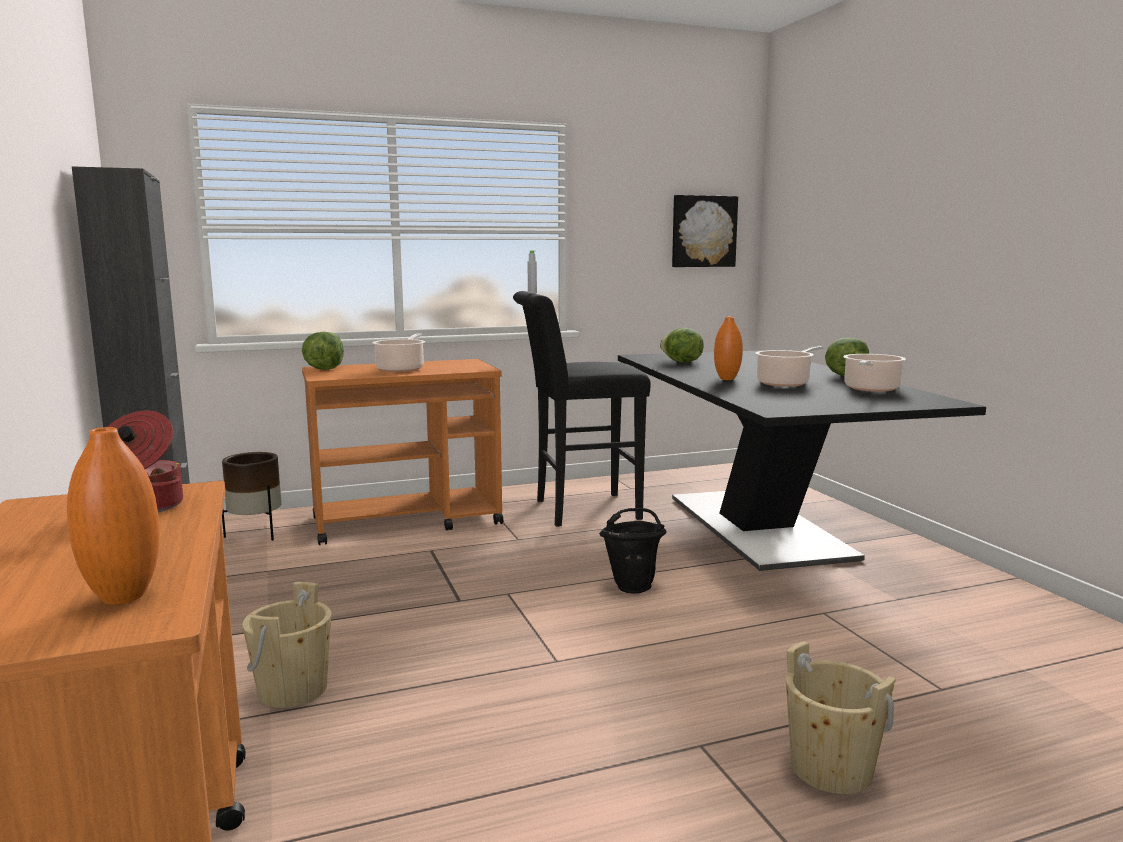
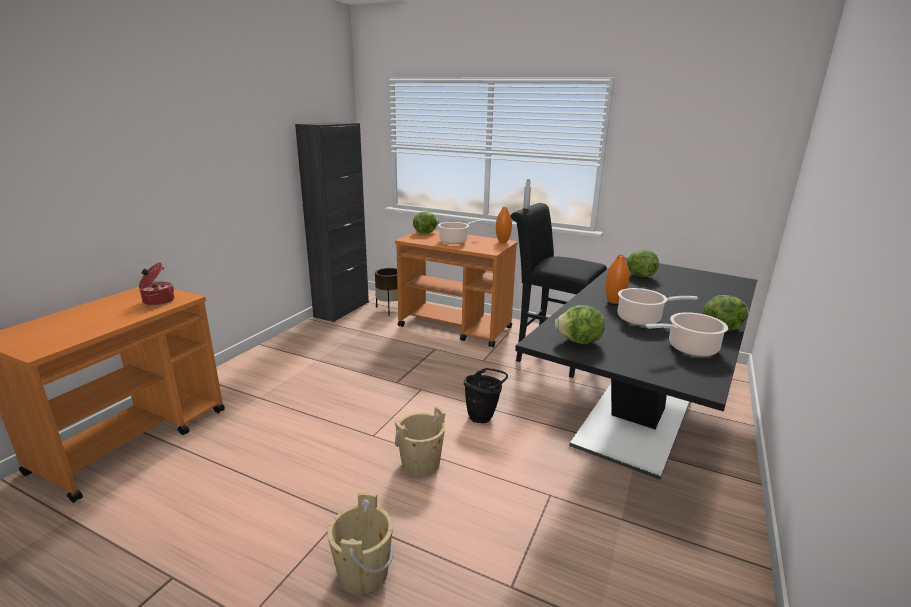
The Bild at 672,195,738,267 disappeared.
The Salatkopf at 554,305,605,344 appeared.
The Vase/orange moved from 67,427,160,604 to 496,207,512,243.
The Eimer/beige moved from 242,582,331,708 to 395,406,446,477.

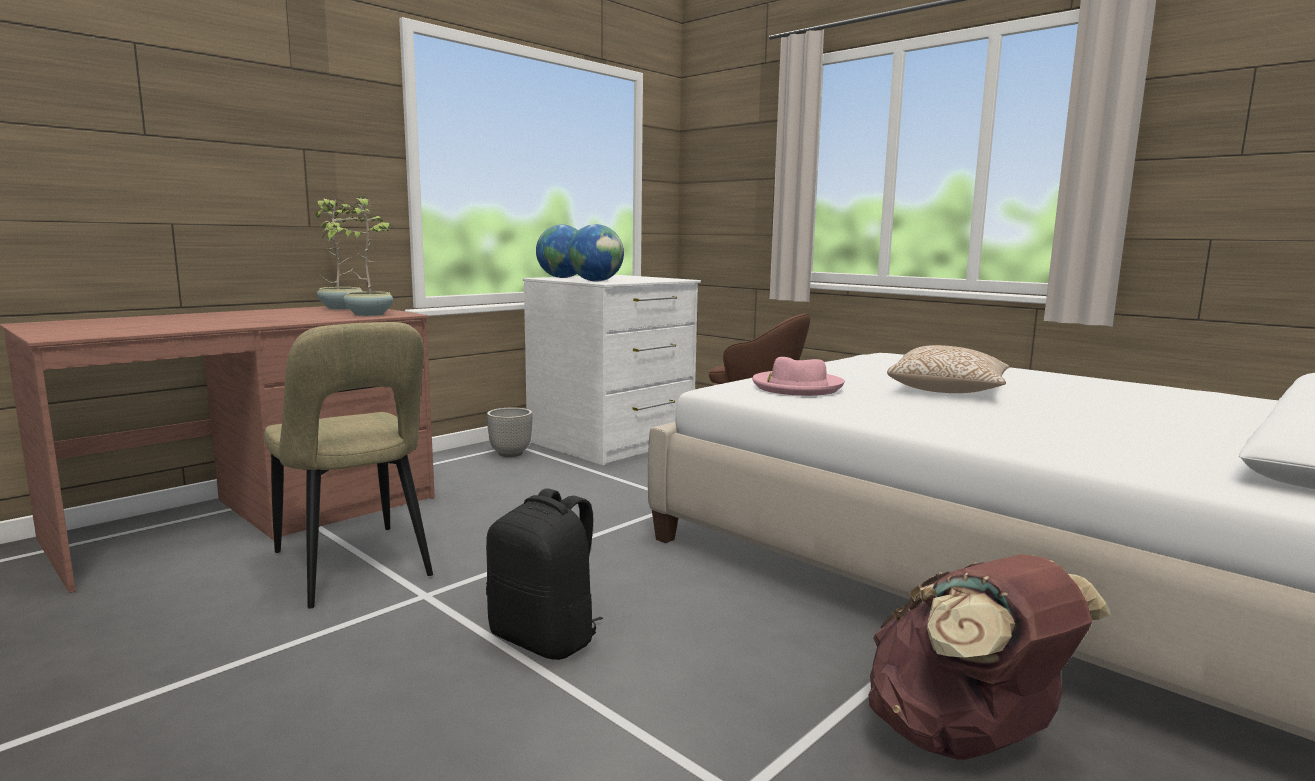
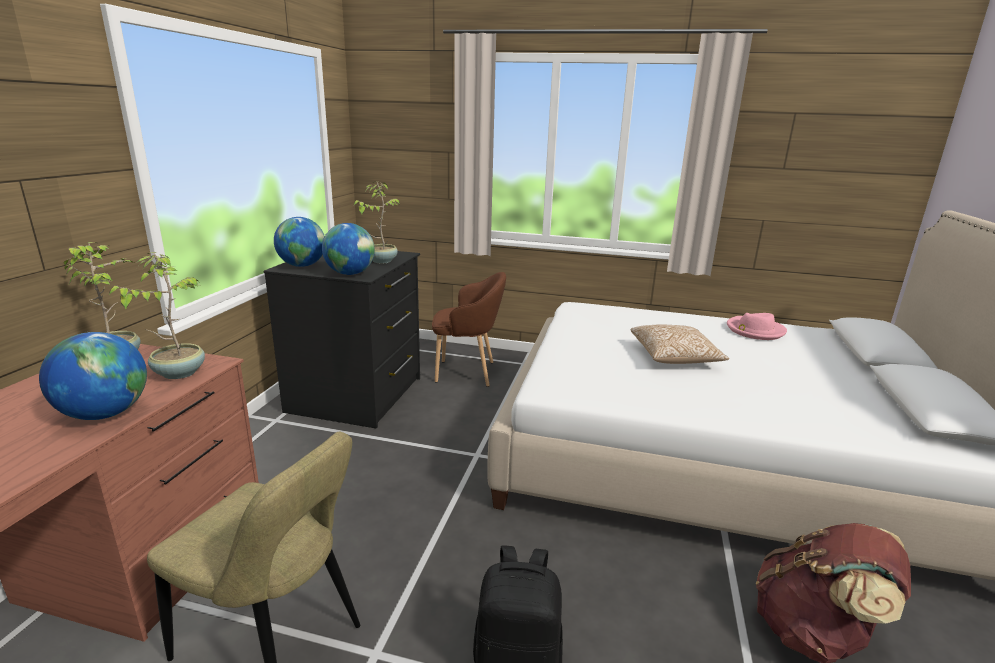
The Pflanzkübel at 487,408,533,457 disappeared.
The Globus at 39,332,147,420 appeared.
The Topfpflanze at 354,182,400,263 appeared.
The Hut/rosa moved from 752,357,845,396 to 727,313,787,340.
The Kommode/weiß at 523,275,701,466 became the Kommode/schwarz at 264,251,420,429.

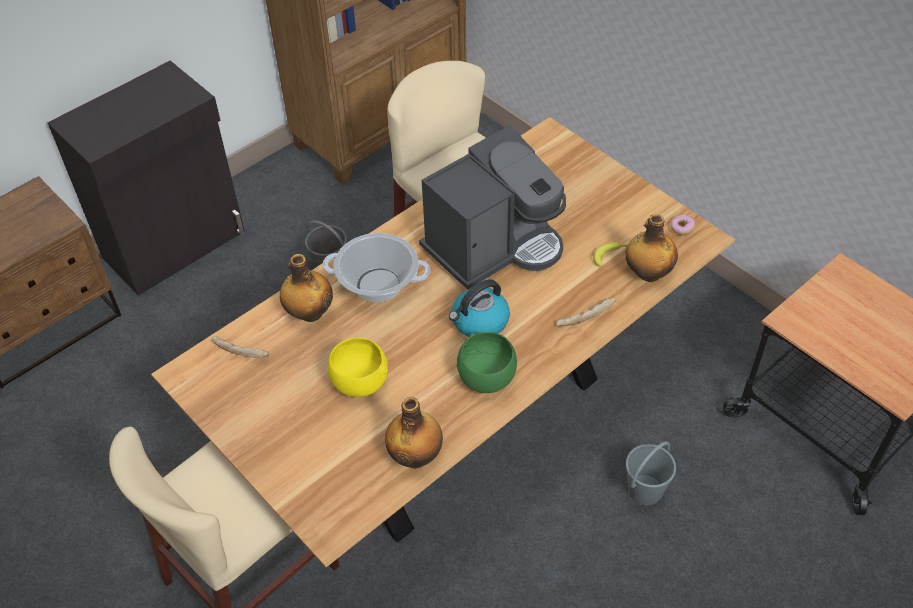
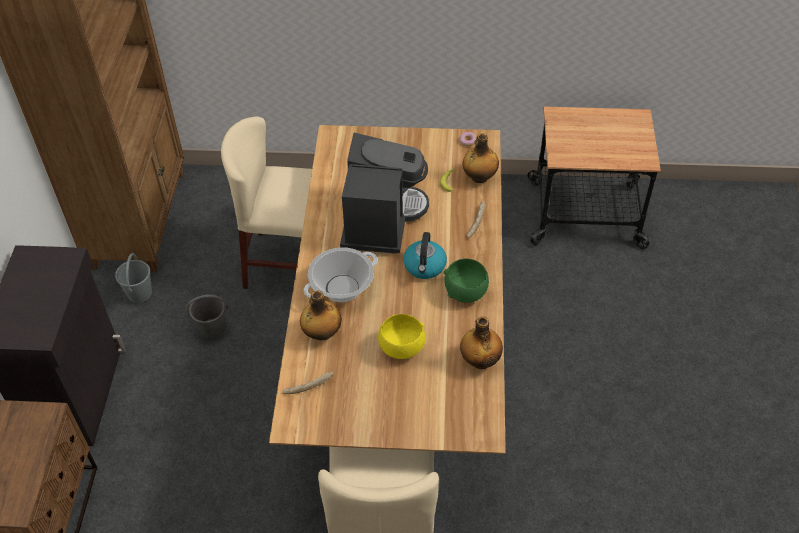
The Eimer/grau moved from 626,441,676,505 to 115,253,152,303.

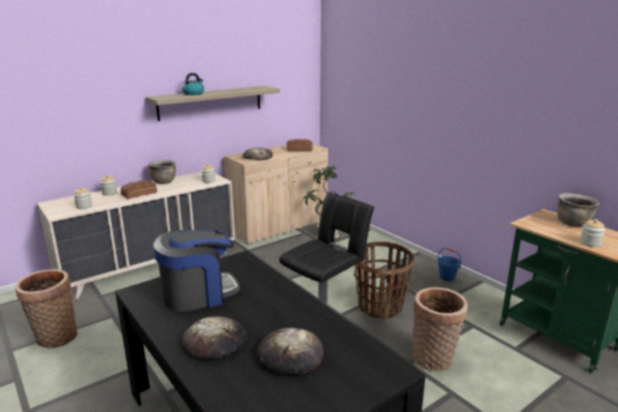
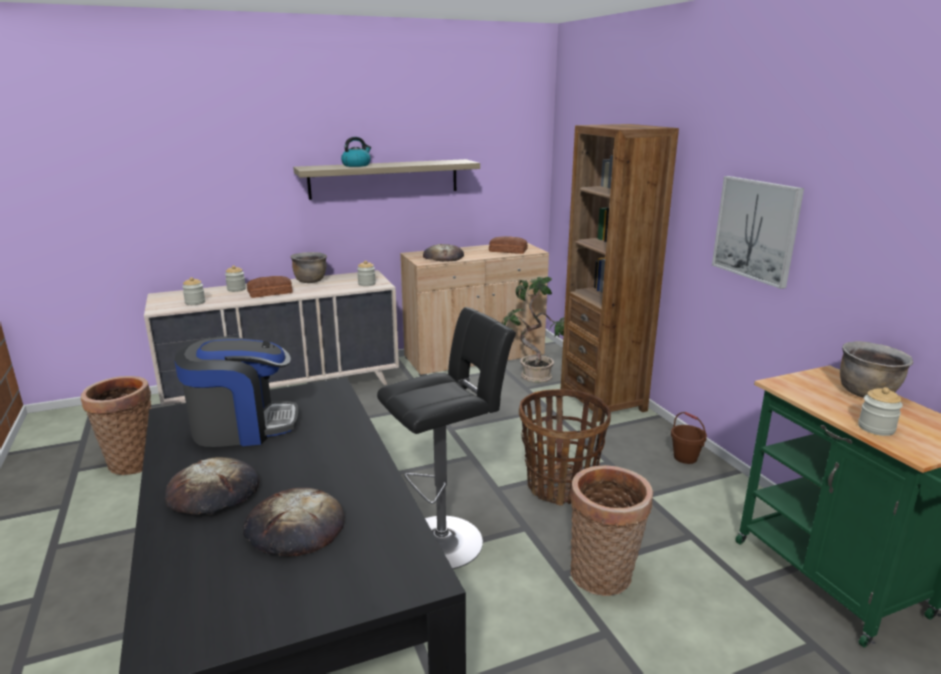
The Bücherregal/braun at 561,124,679,422 appeared.
The Bild at 712,176,804,289 appeared.
The Eimer/blau at 438,248,461,281 became the Eimer/braun at 671,412,707,464.

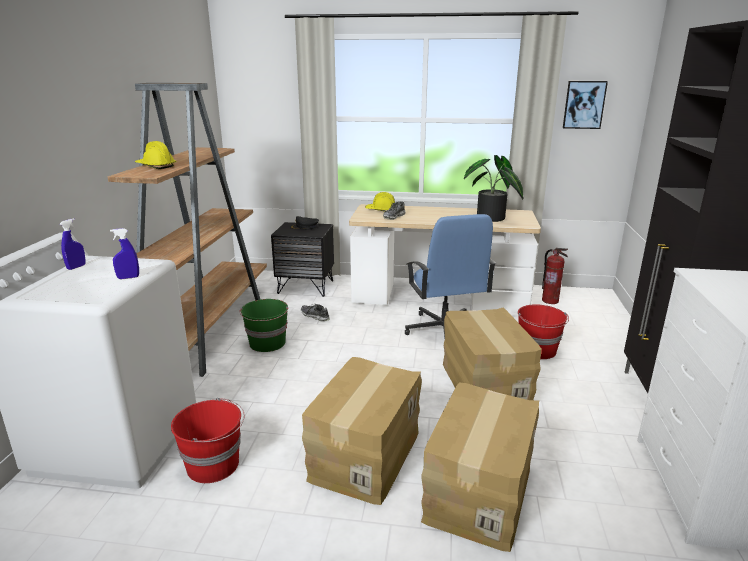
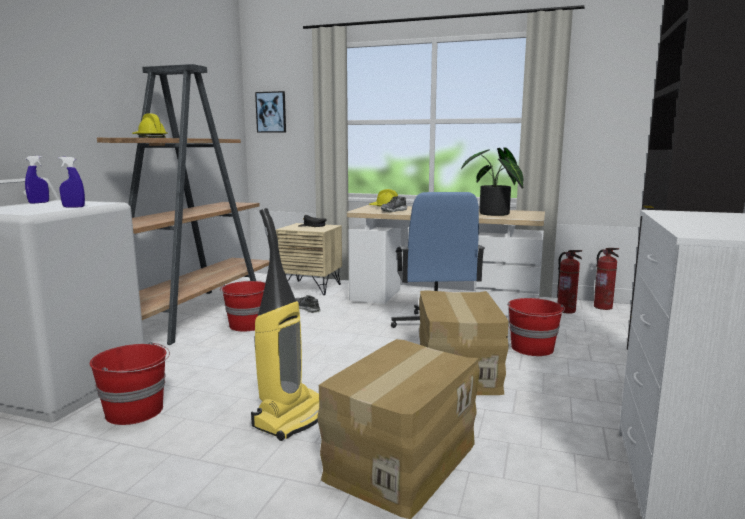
The Feuerlöscher at 594,248,619,310 appeared.
The Bild moved from 563,81,608,129 to 255,91,286,133.
The Karton at 302,357,422,505 was replaced by the Staubsauger at 251,208,319,441.
The Eimer/grün at 239,299,288,352 became the Eimer/rot at 220,281,265,332.
The Nachttisch/schwarz at 271,222,334,297 became the Nachttisch/beige at 276,223,342,295.

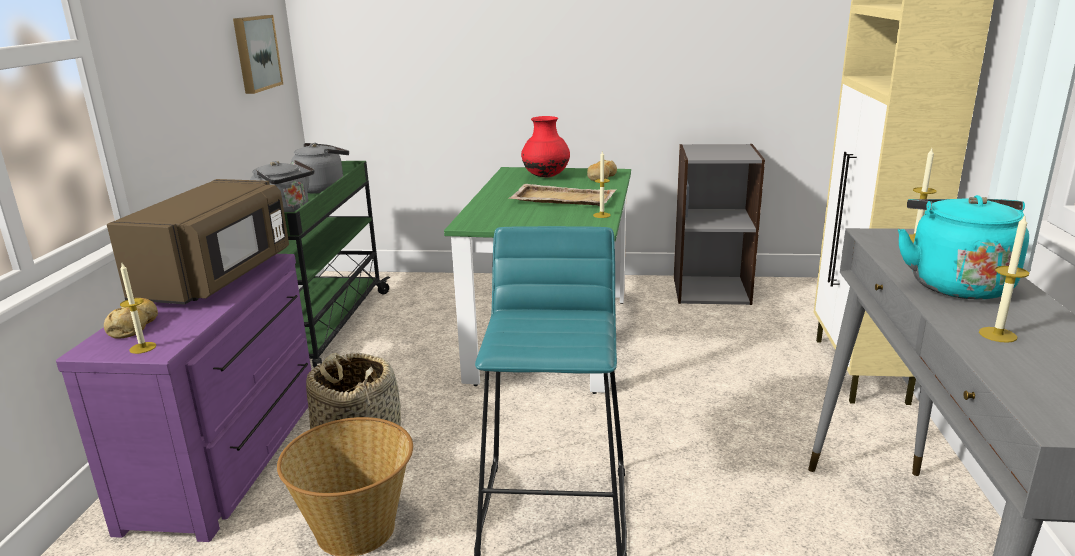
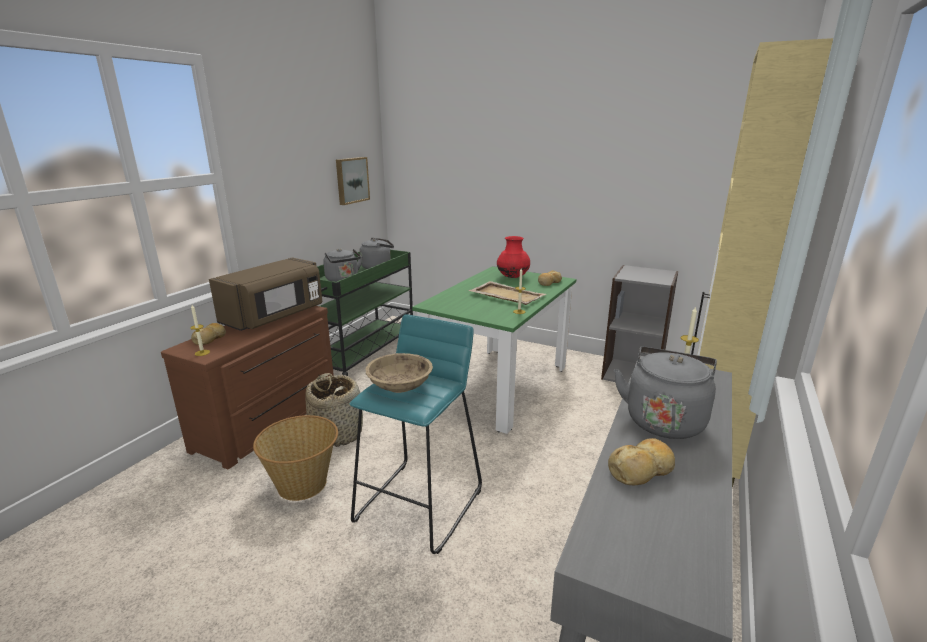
The Schüssel/beige at 366,353,433,393 appeared.
The Kerze at 979,215,1029,343 was replaced by the Brot at 608,438,675,486.
The Kommode/lila at 56,254,311,542 became the Kommode/braun at 161,306,334,469.
The Wasserkessel/türkis at 898,195,1029,300 became the Wasserkessel/grau at 614,346,717,439.

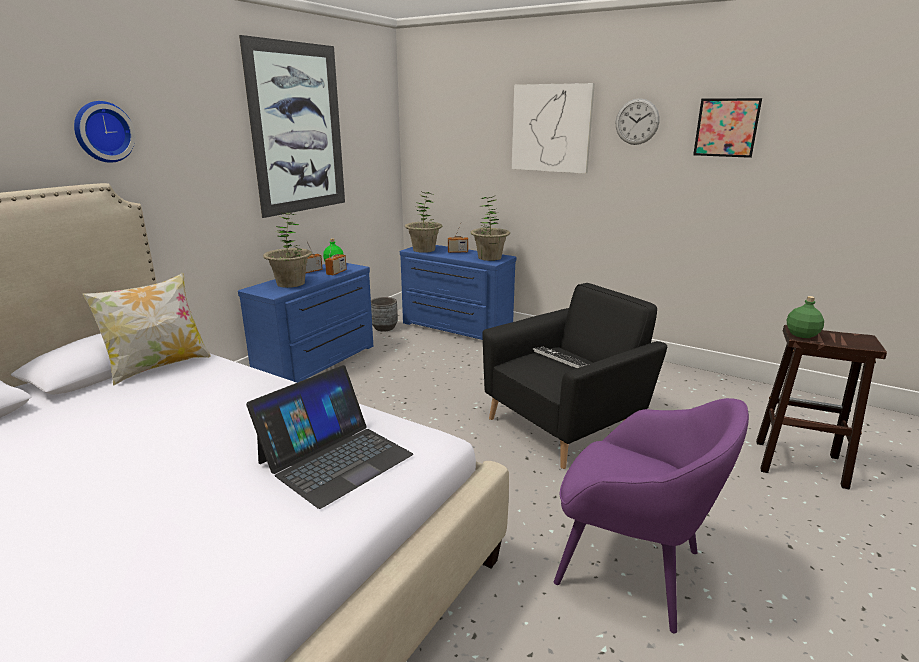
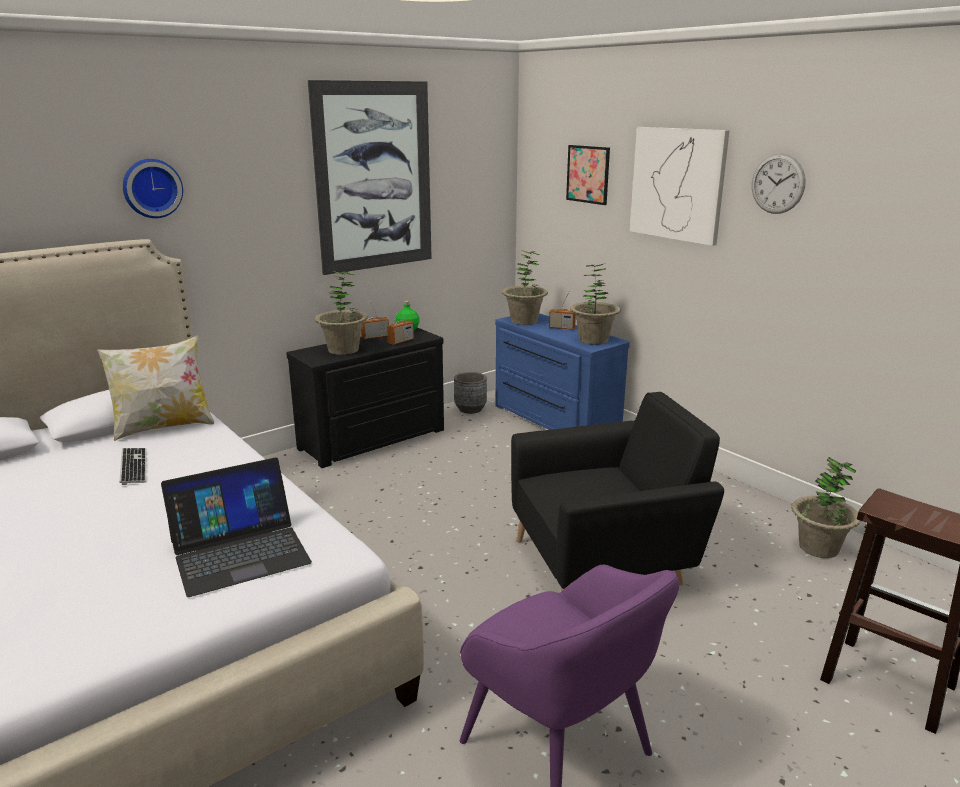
The Flasche/grün at 787,296,824,338 disappeared.
The Topfpflanze at 791,457,861,558 appeared.
The Tastatur moved from 533,347,588,368 to 119,448,146,485.
The Bild moved from 693,98,762,158 to 566,145,610,205.
The Kommode/blau at 238,263,373,383 became the Kommode/schwarz at 286,327,444,468.

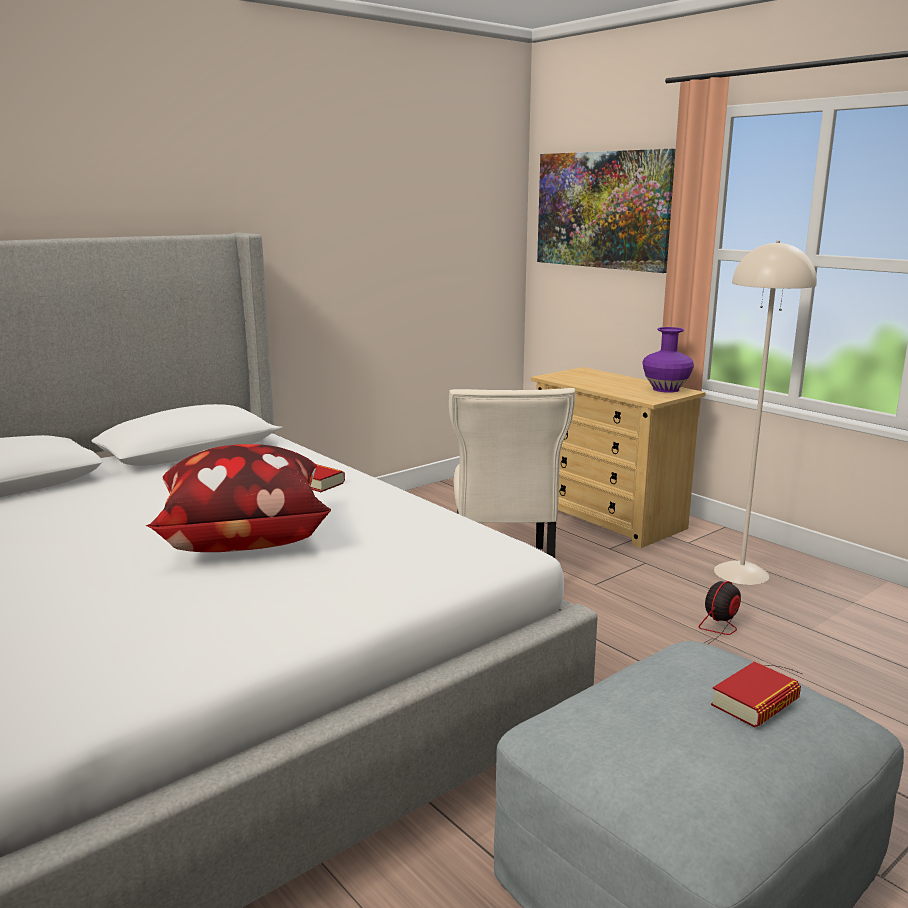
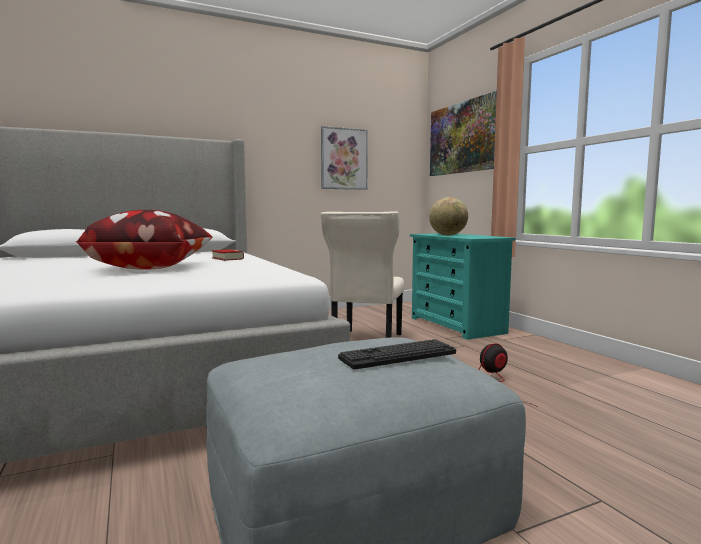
The Vase/lila at 642,327,694,393 disappeared.
The Stehlampe/beige at 714,241,817,585 disappeared.
The Bild at 321,126,368,190 appeared.
The Globus at 429,197,468,236 appeared.
The Buch at 711,661,801,728 was replaced by the Tastatur at 338,339,456,369.
The Kommode/beige at 531,367,706,548 became the Kommode/türkis at 410,233,516,340.

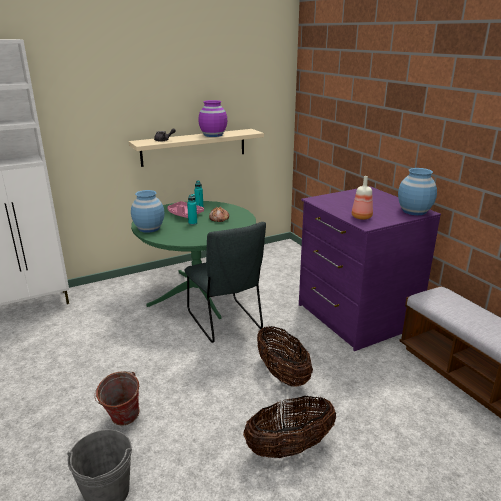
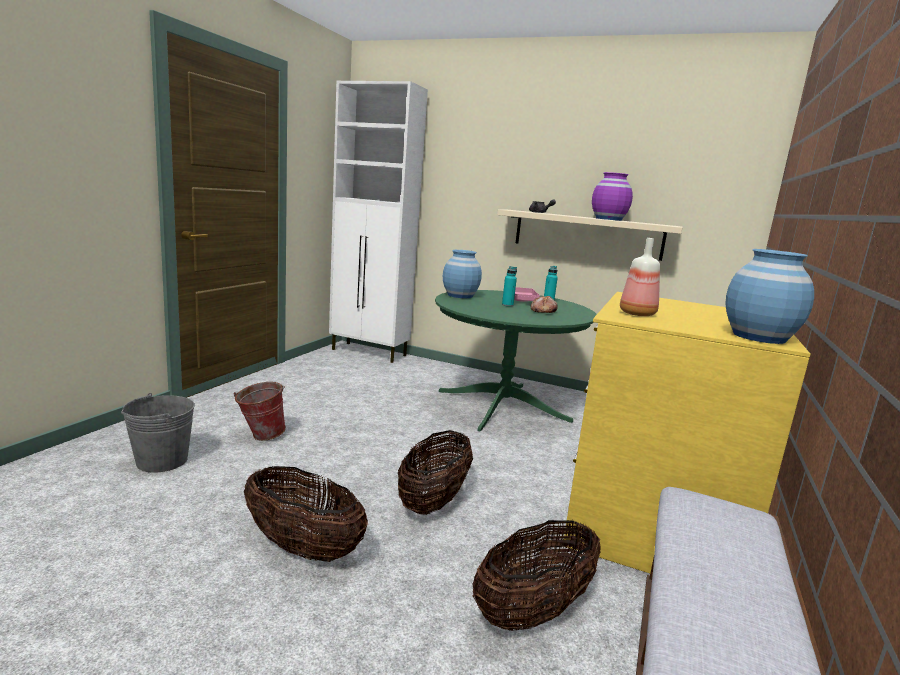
The Stuhl/grau at 184,222,266,343 disappeared.
The Korb at 472,520,601,631 appeared.
The Kommode/lila at 299,186,441,351 became the Kommode/gelb at 564,292,811,573.

